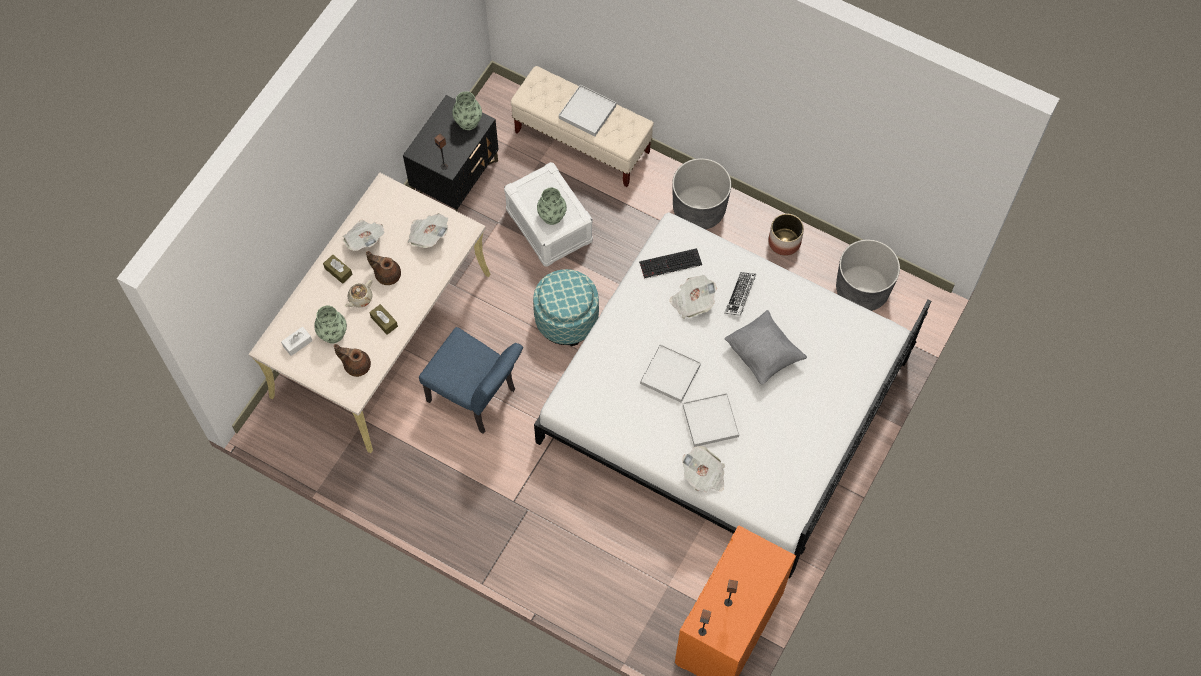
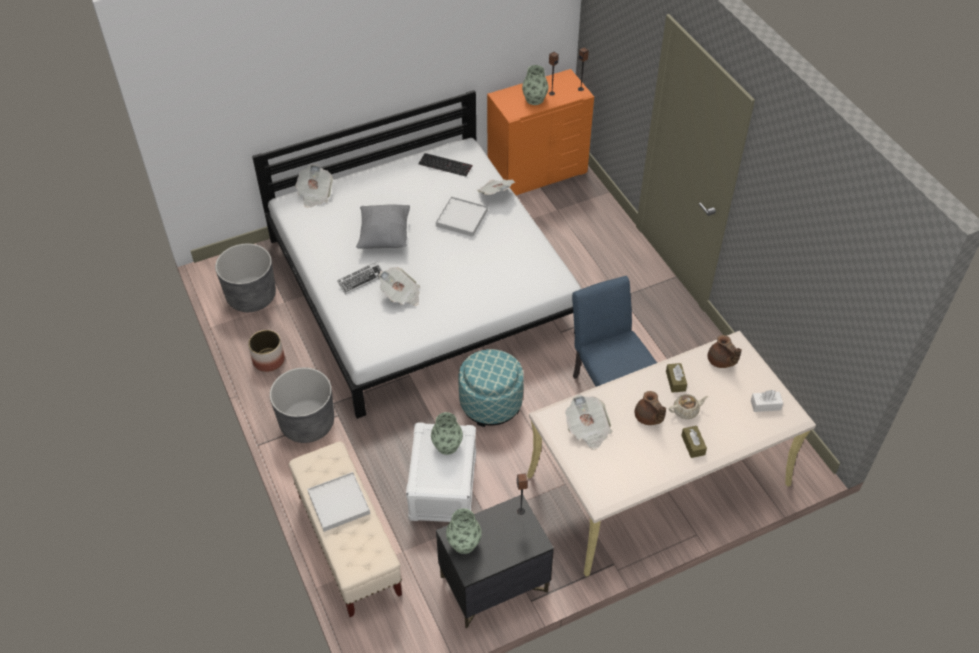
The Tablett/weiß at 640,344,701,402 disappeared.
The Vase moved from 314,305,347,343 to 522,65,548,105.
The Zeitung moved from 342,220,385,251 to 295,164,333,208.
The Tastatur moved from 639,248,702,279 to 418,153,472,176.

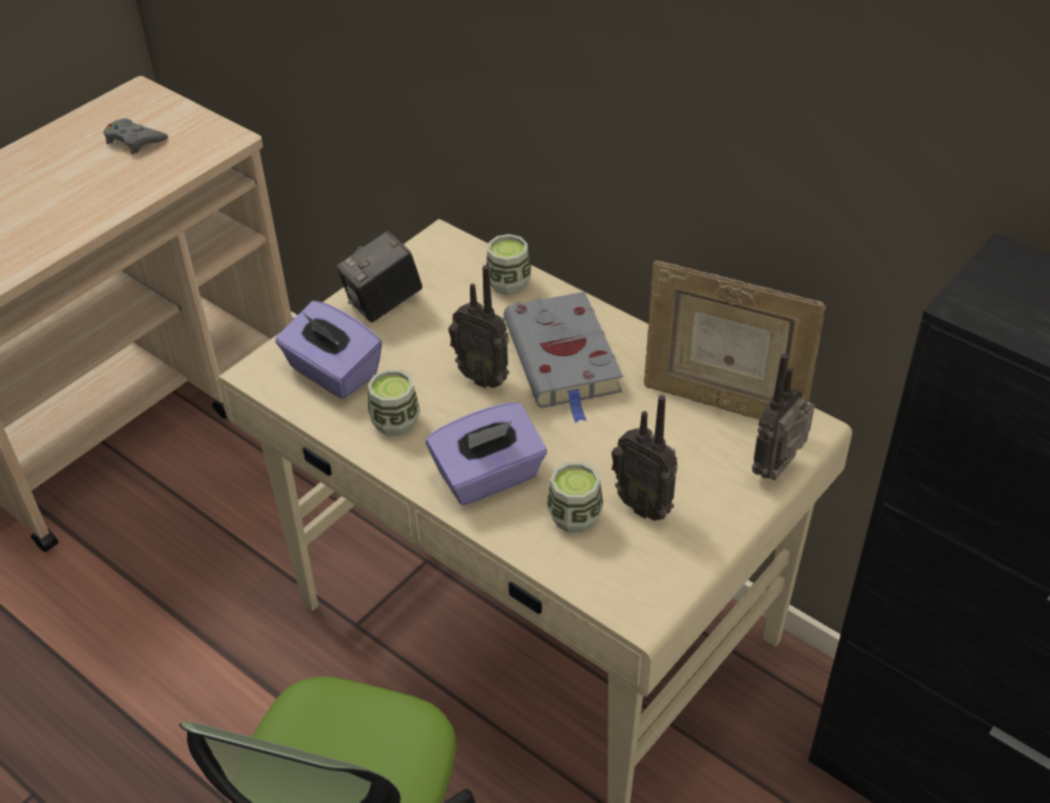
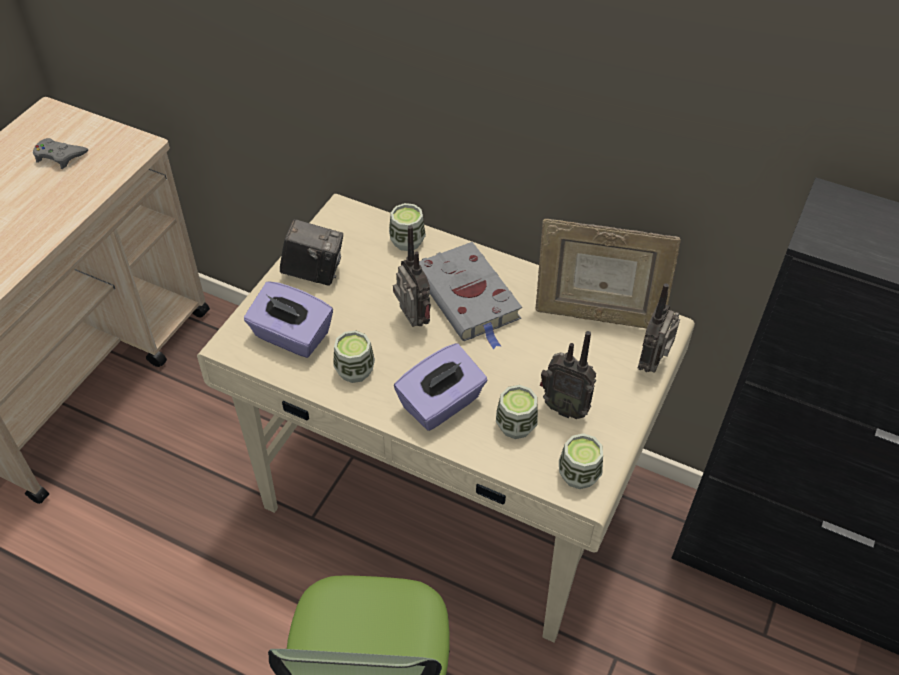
The Tasse at 559,433,603,489 appeared.
The Kamera at 336,231,422,323 turned 120 degrees counterclockwise.
The Radio at 448,265,509,388 turned 135 degrees counterclockwise.

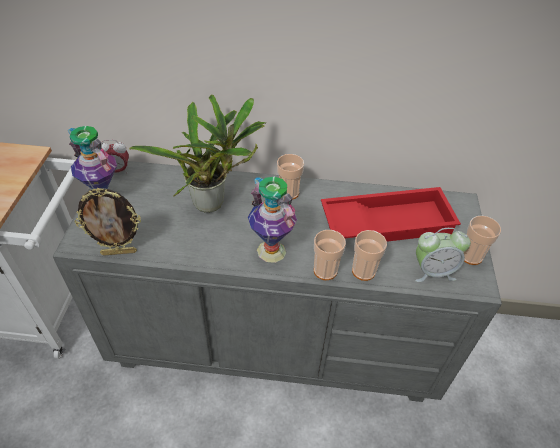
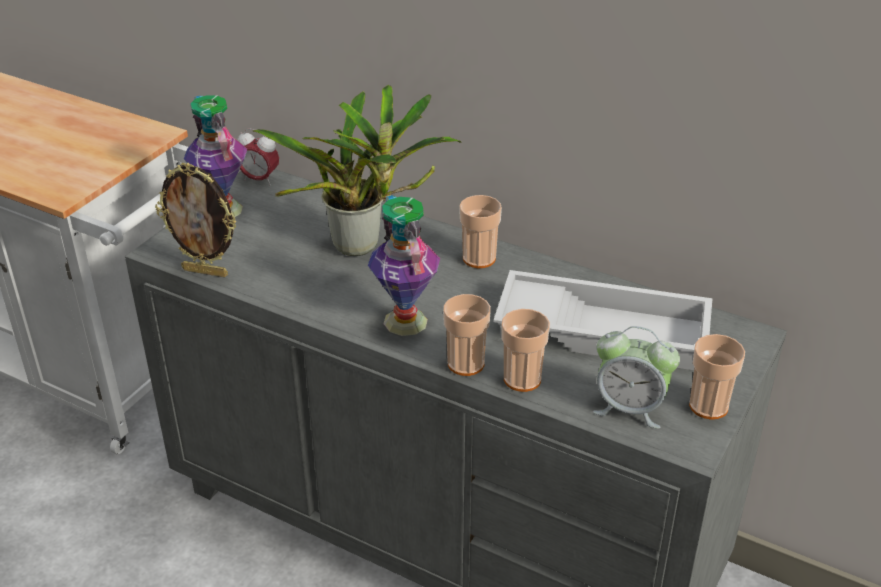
The Tablett/rot at 321,187,461,242 became the Tablett/weiß at 494,270,713,370.

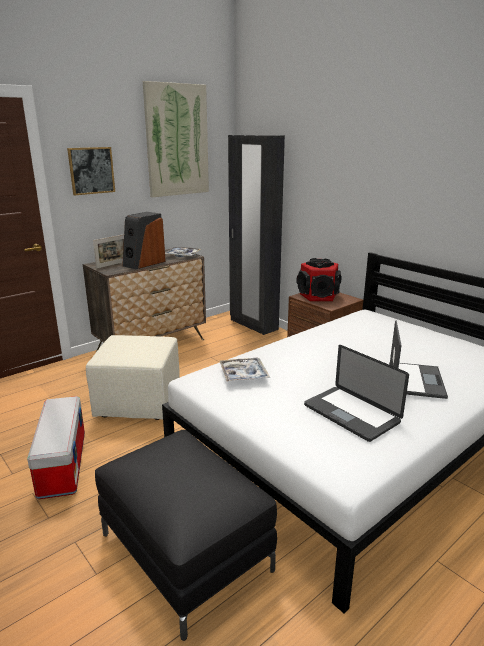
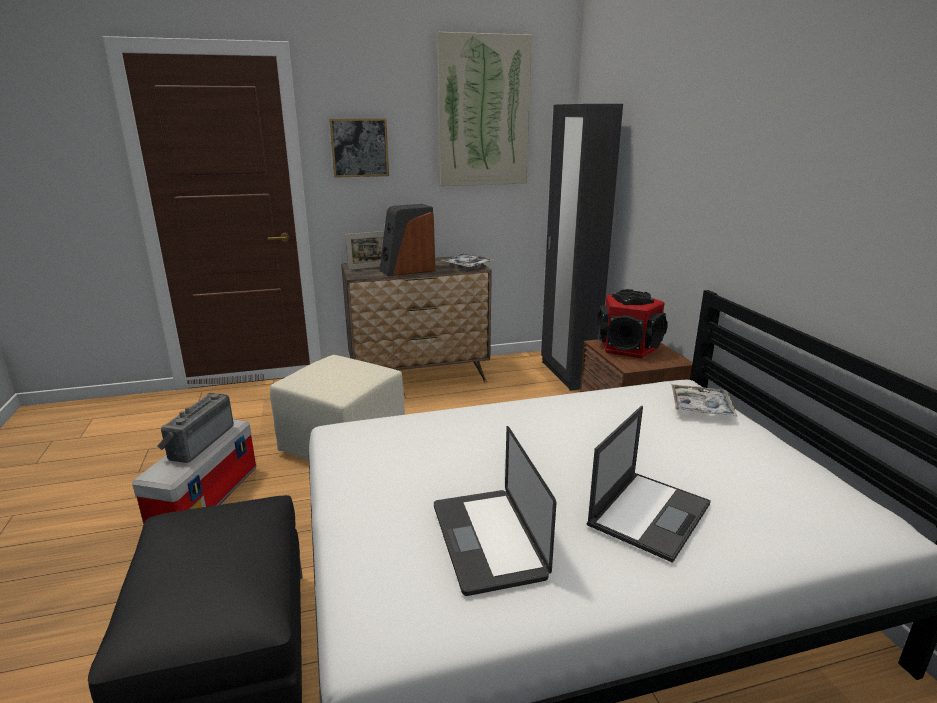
The Radio at 158,393,234,463 appeared.
The Tablett moved from 219,358,270,382 to 671,384,737,416.

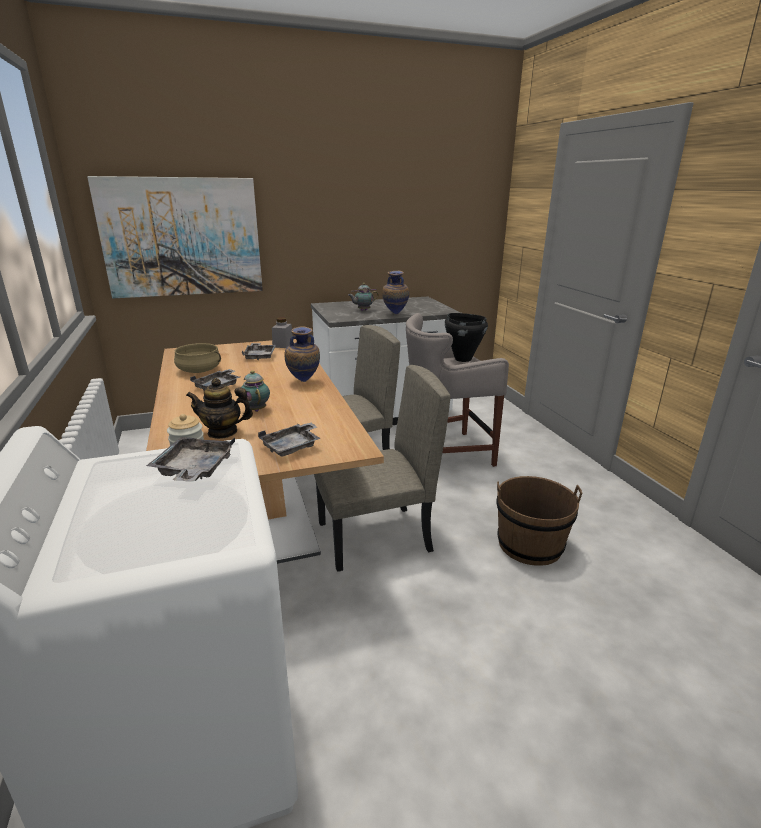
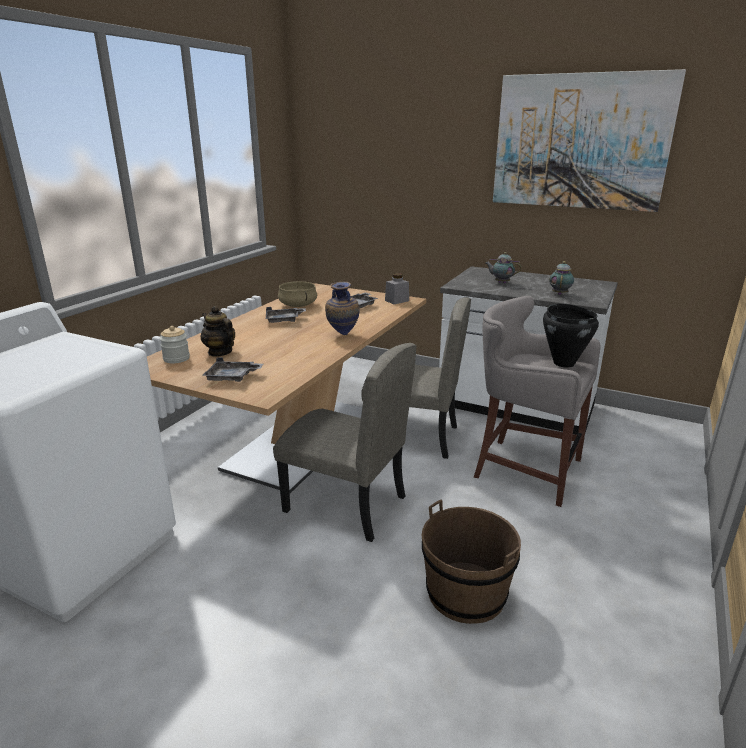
The Tablett/grau at 147,437,235,482 disappeared.
The Vase at 382,271,409,314 disappeared.
The Bild moved from 87,176,263,298 to 493,69,686,212.
The Teekanne moved from 241,370,270,412 to 549,261,574,295.

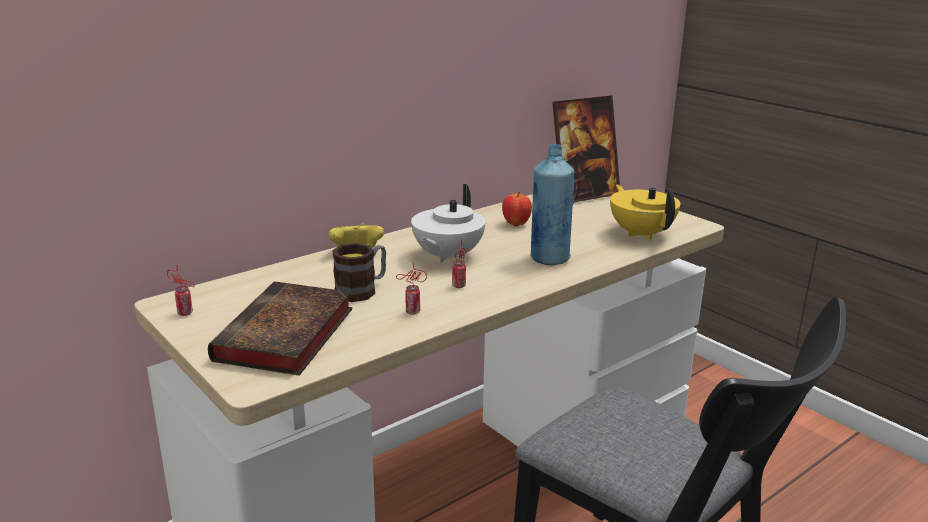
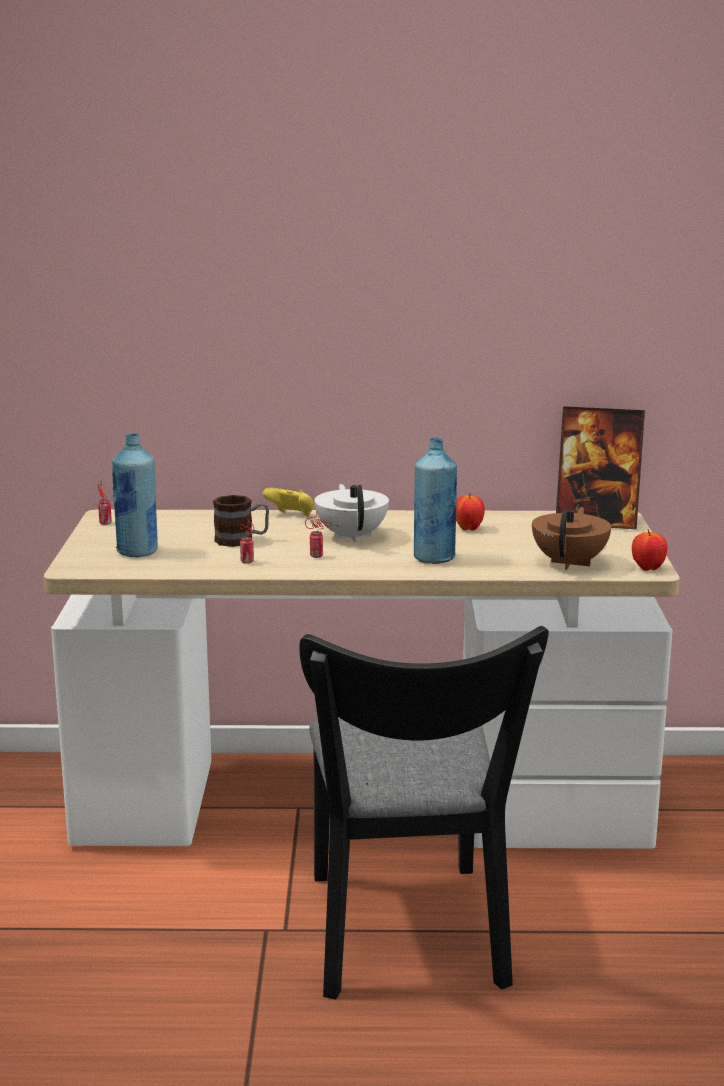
The Apfel at 632,529,668,571 appeared.
The Buch at 208,281,352,376 was replaced by the Flasche/blau at 112,433,158,557.
The Teekanne/gelb at 610,184,680,240 became the Teekanne/braun at 532,507,611,570.
The Teekanne/weiß at 411,184,486,264 turned 105 degrees clockwise.

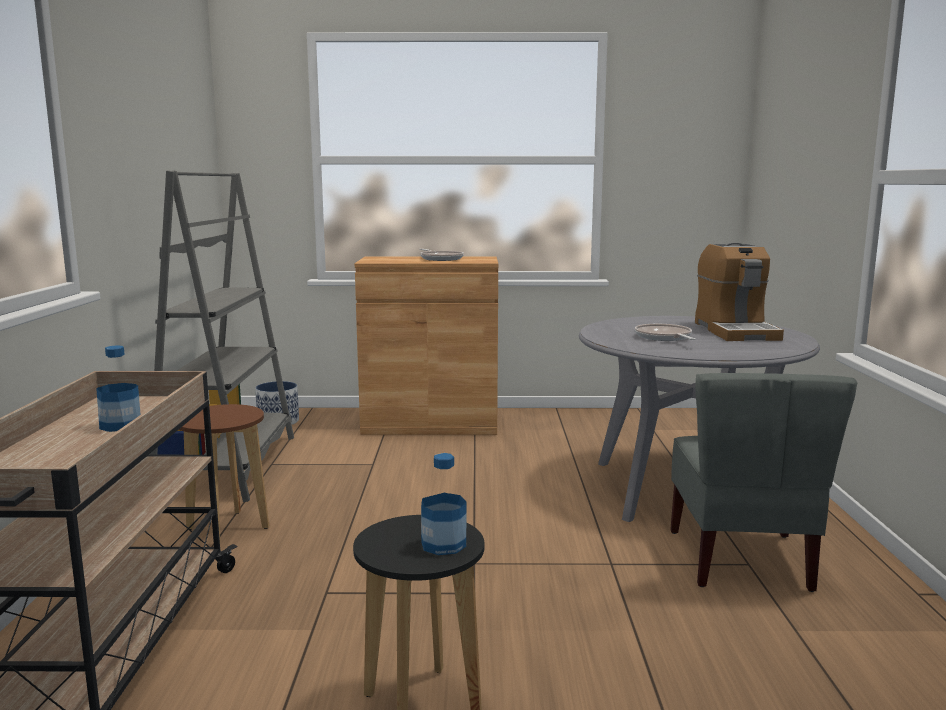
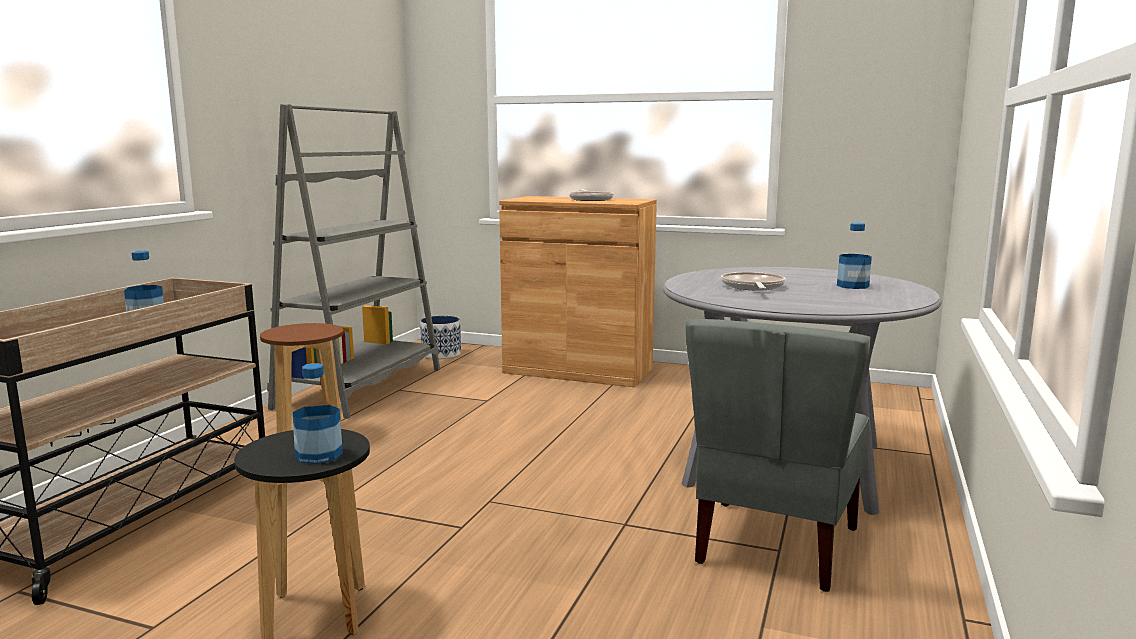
The Kaffeemaschine at 695,242,784,341 was replaced by the Flasche at 837,223,872,289.

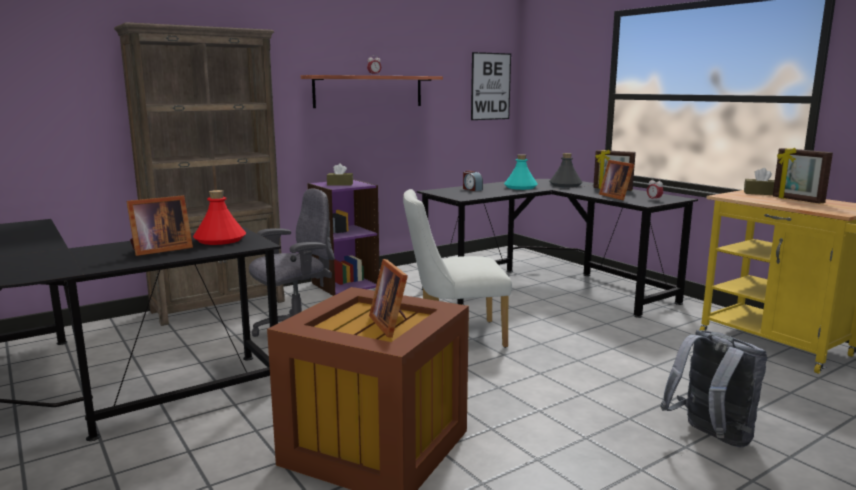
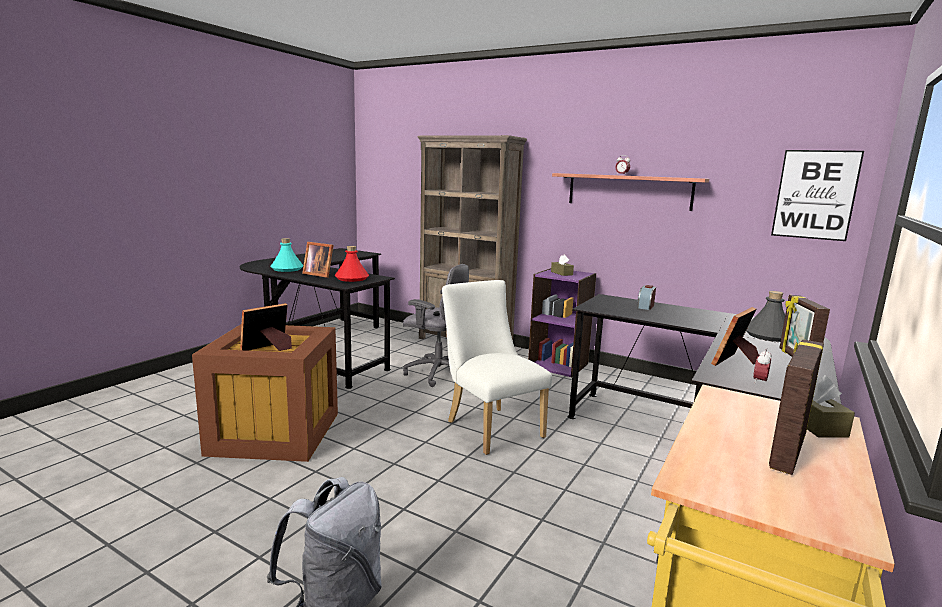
The Flasche/türkis moved from 504,154,538,190 to 270,238,304,272.

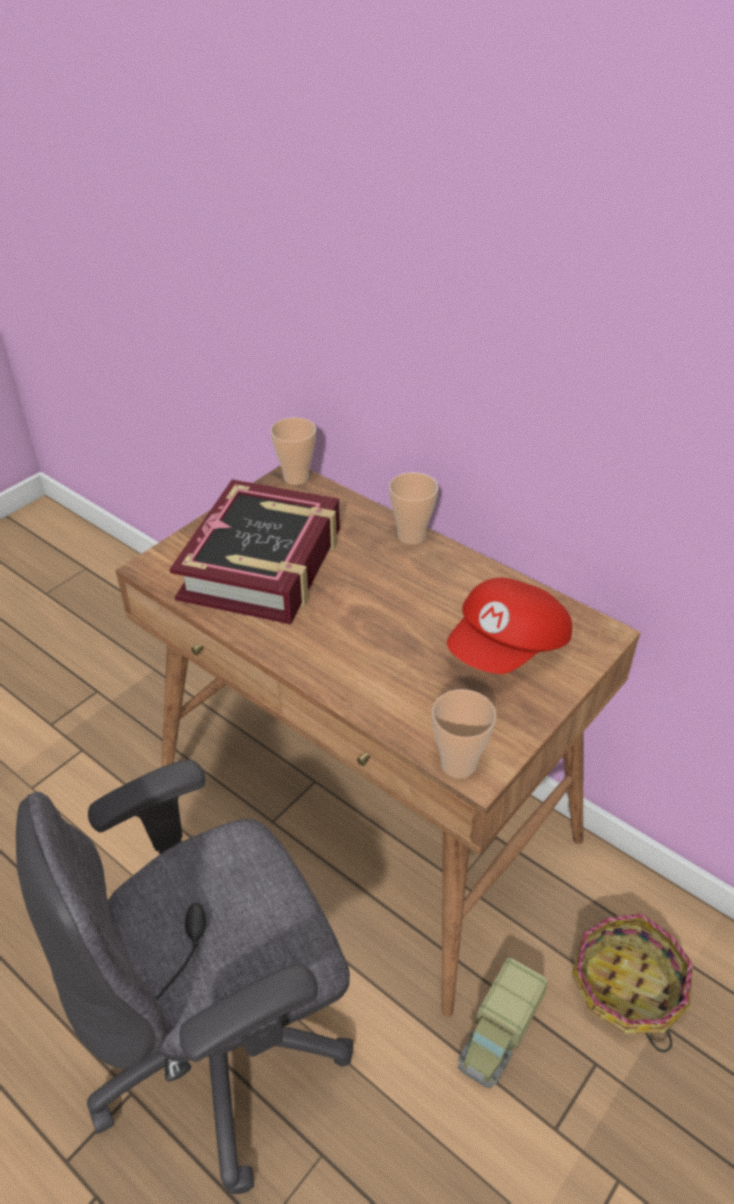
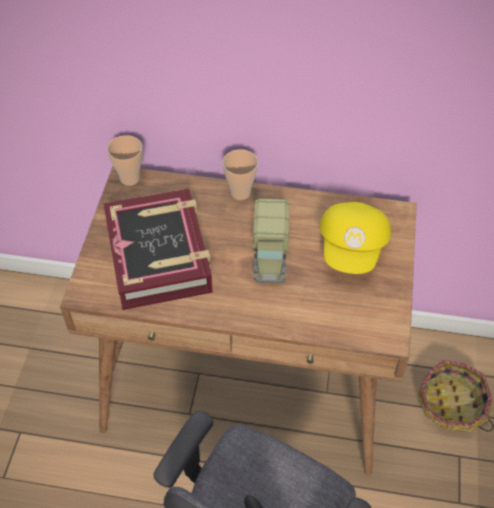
The Tasse at 432,689,497,778 disappeared.
The Spielzeuglaster moved from 458,957,548,1088 to 252,199,289,284.
The Kappe/rot at 447,578,572,674 became the Kappe/gelb at 319,202,391,274.

